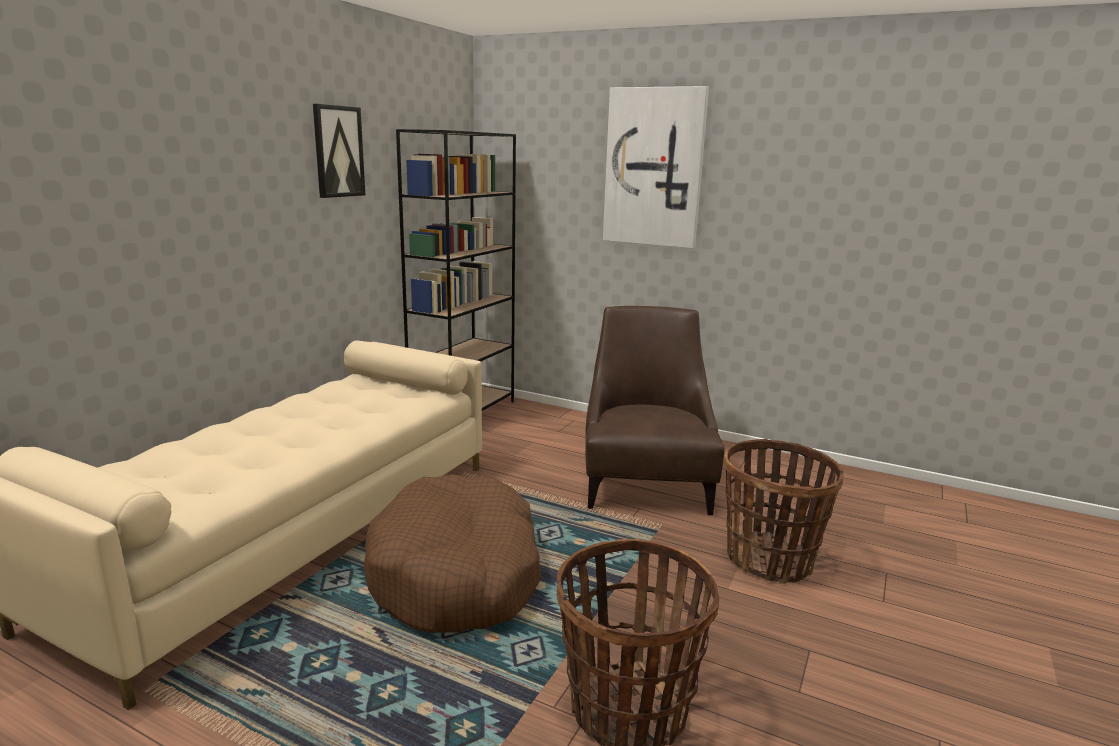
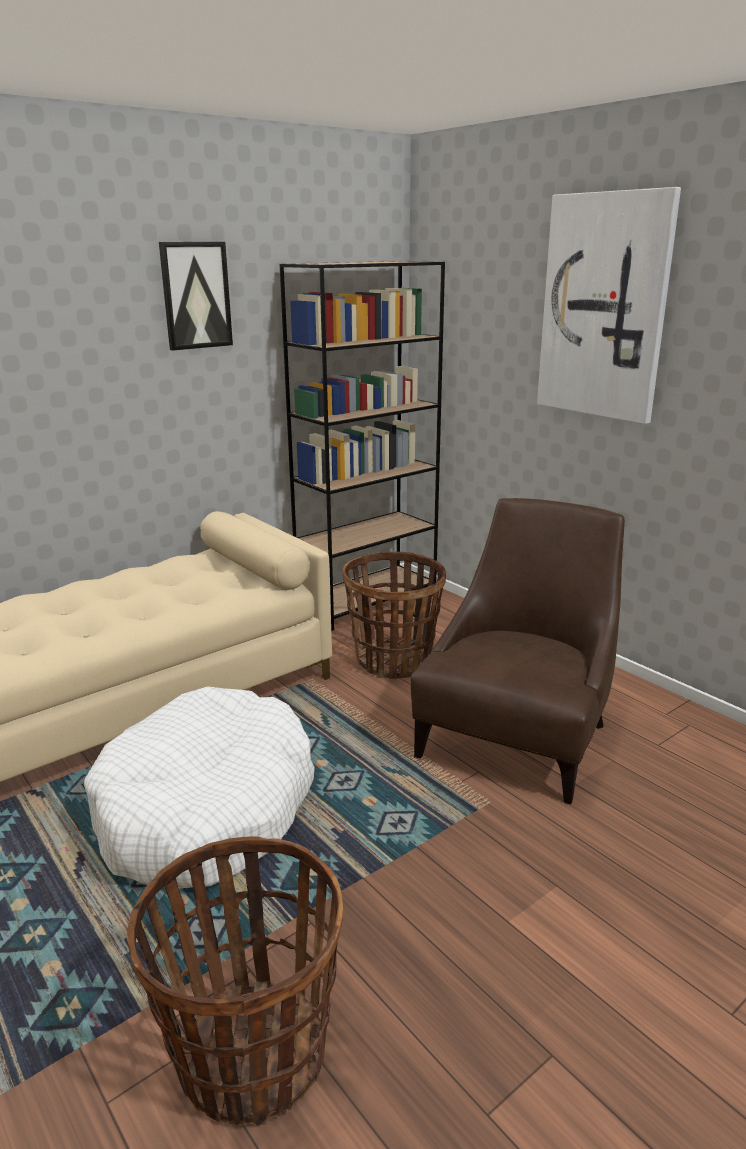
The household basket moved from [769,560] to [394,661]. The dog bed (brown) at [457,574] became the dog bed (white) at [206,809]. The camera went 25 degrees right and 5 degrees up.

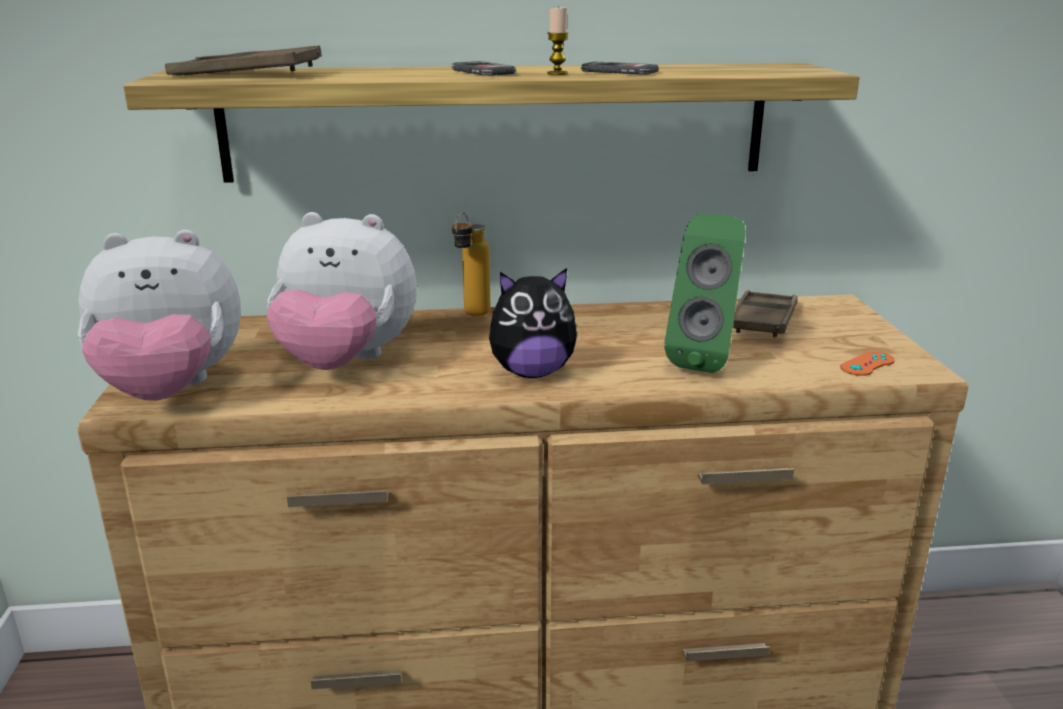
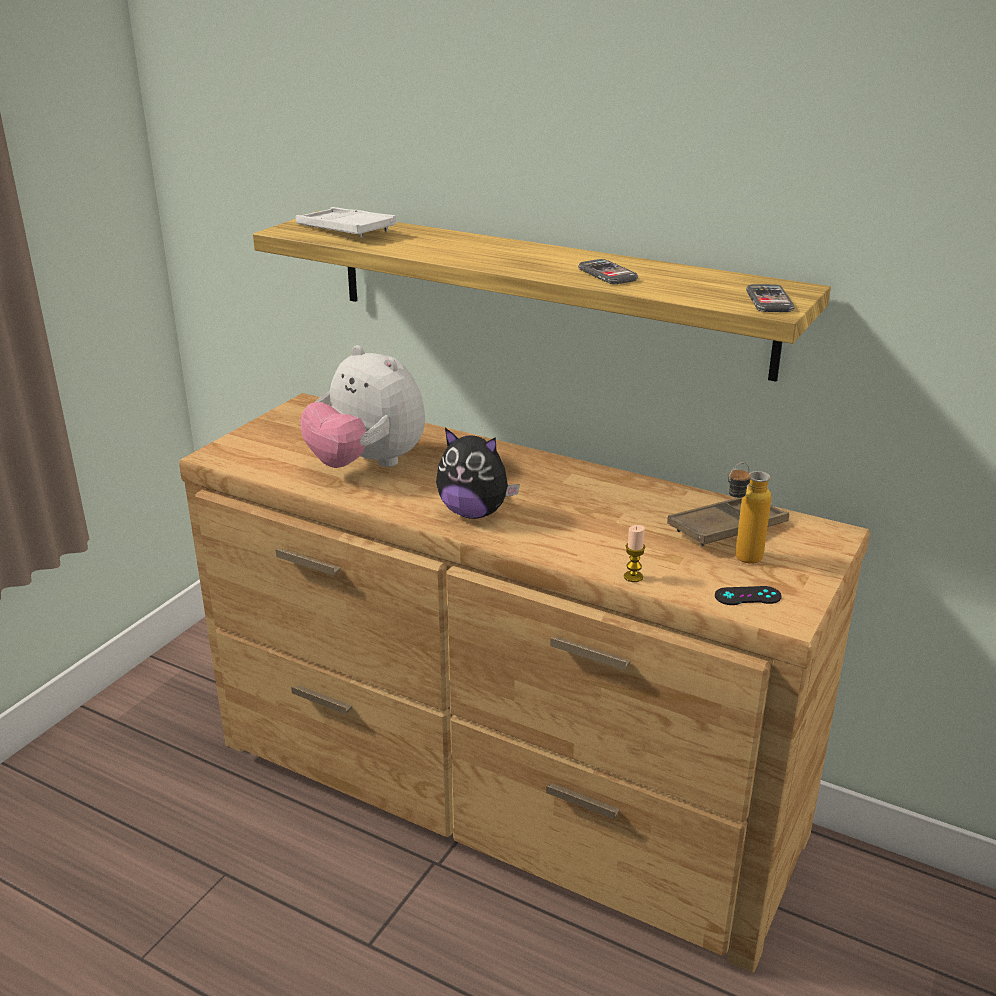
The wax light moved from [557,73] to [633,577]. The tray (brown) at [246,74] became the tray (white) at [345,230]. The phone moved from [483,72] to [769,301]. The beverage bottle moved from [471,315] to [739,560]. The speaker (greenish) at [705,360] disappeared. The cuddly toy at [171,391] disappeared. The gamepad (orange-coloured) at [867,364] became the gamepad (blackish) at [747,596]. The camera went 35 degrees right and 5 degrees up.

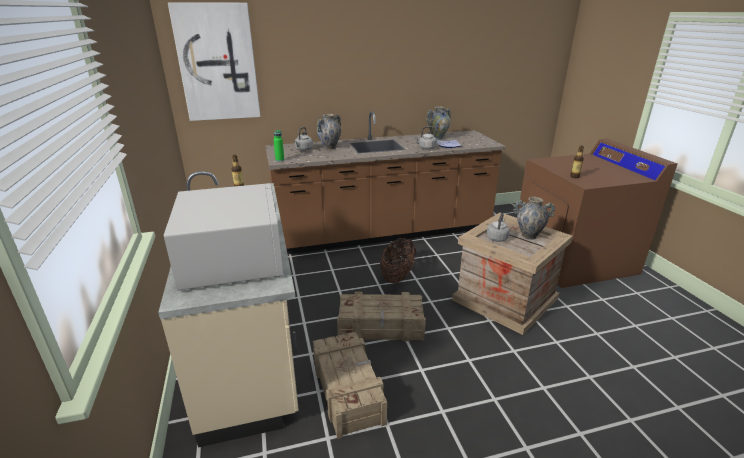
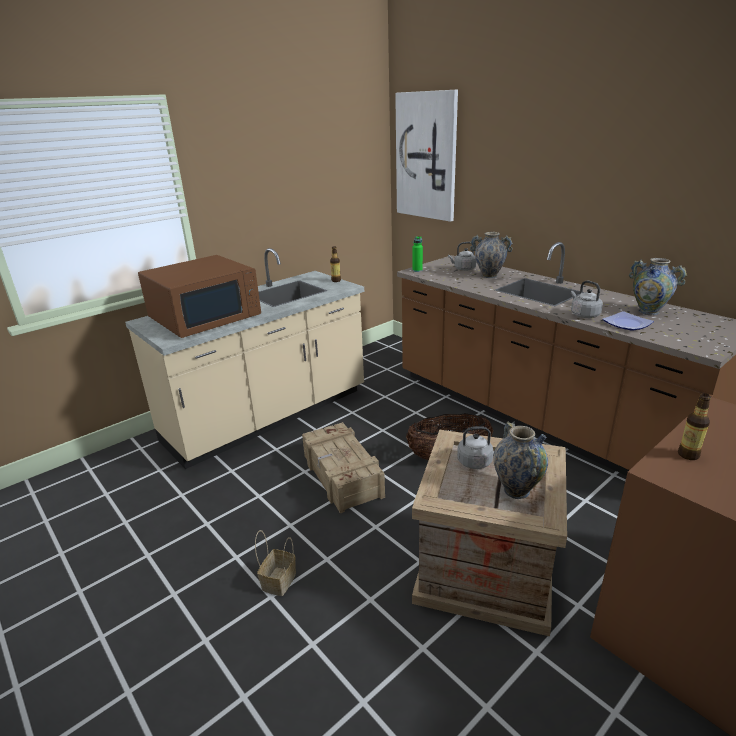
The microwave (white) at [233,257] became the microwave (brown) at [206,316]. The crate at [348,390] disappeared. The household basket at [279,582] appeared. The camera went 65 degrees right and 0 degrees up.

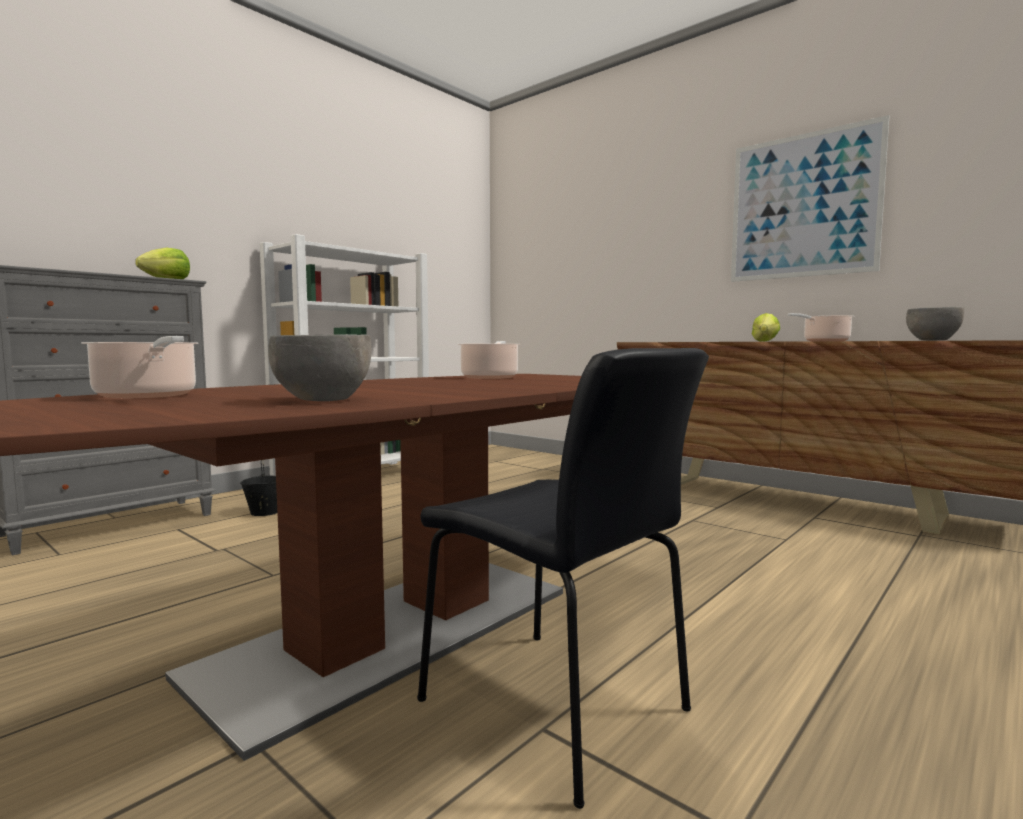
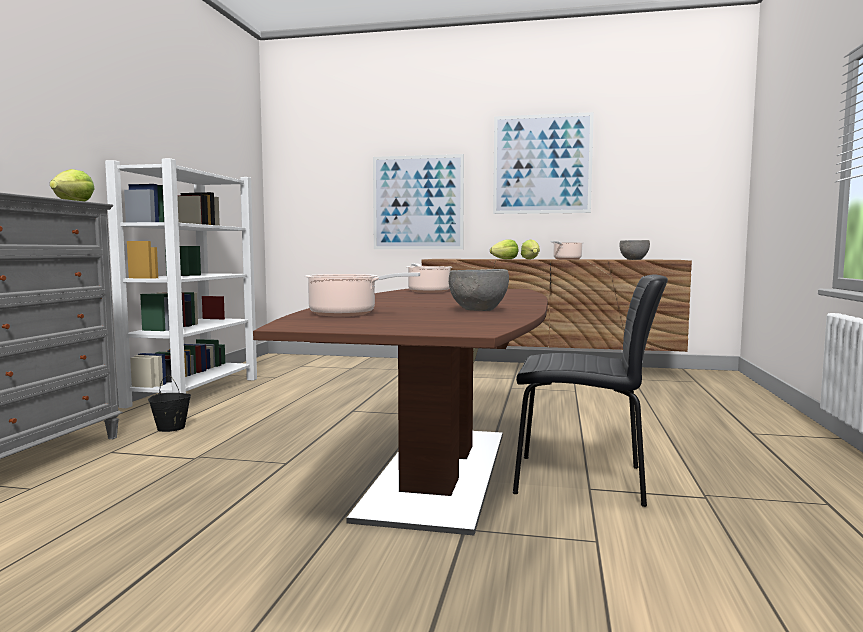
The picture at [418,202] appeared. The head of lettuce at [505,259] appeared. The camera went 30 degrees left and 0 degrees up.

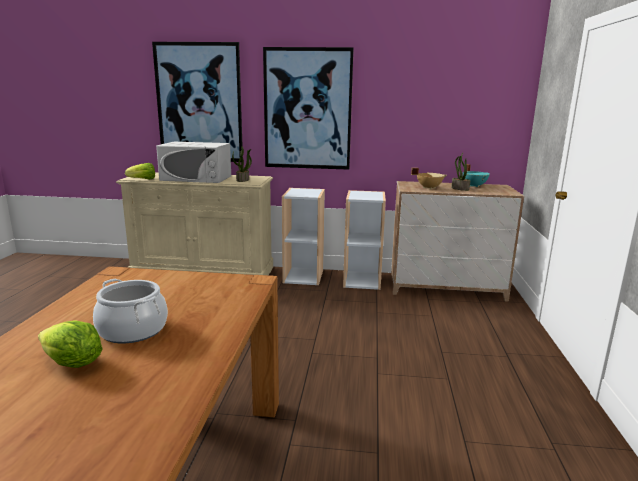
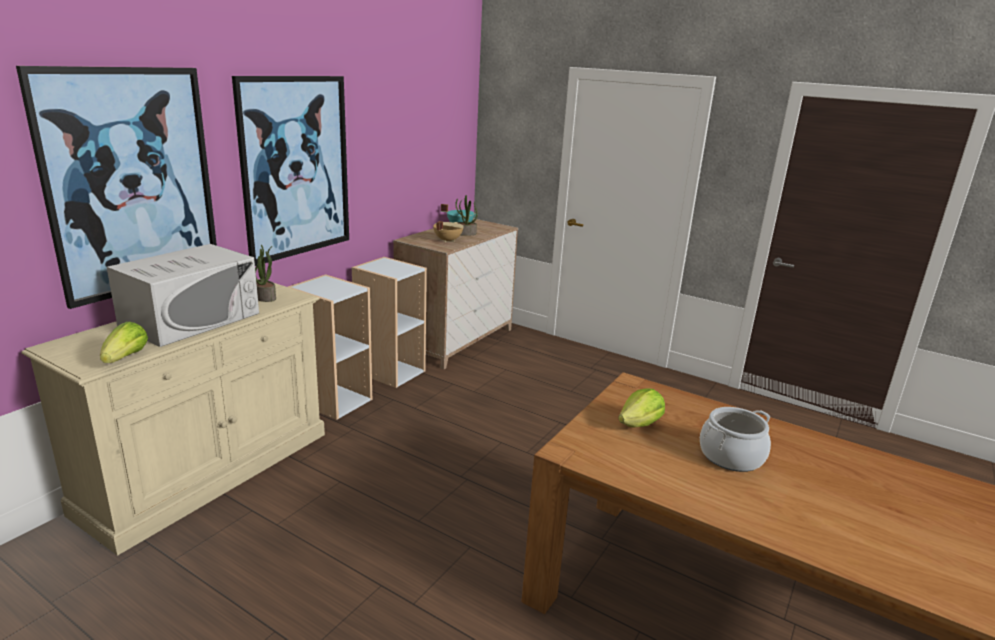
The head of lettuce moved from [73,364] to [640,424]. The camera went 65 degrees left and 5 degrees up.

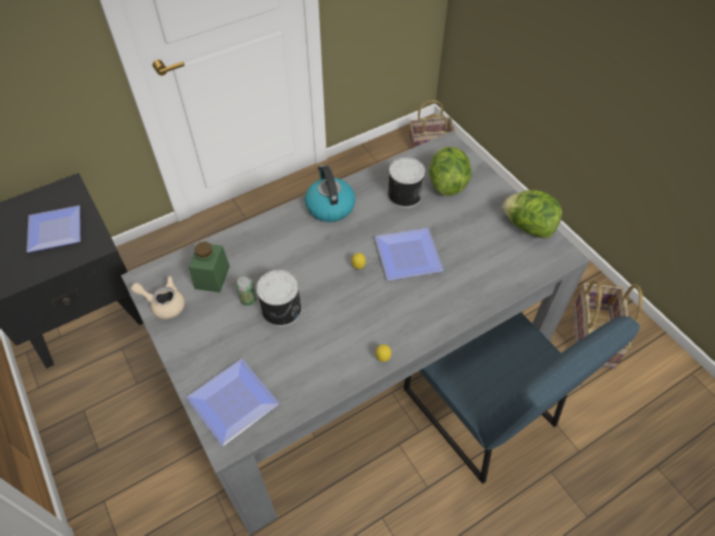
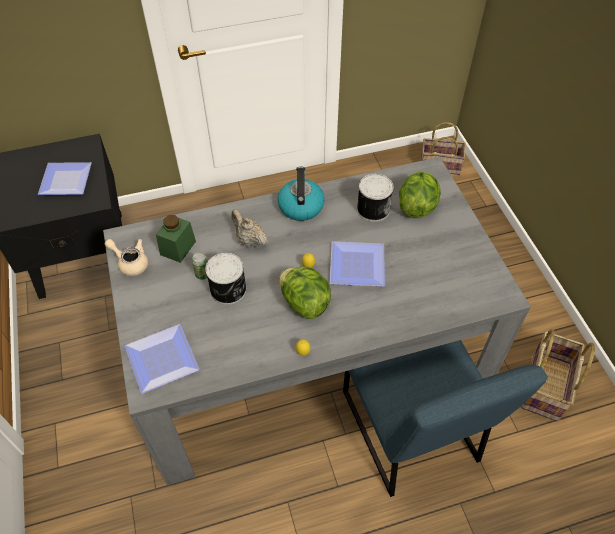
The head of lettuce moved from [528,227] to [304,302]. The pot for tea (beige-coloured) at [249,240] appeared. The camera went 15 degrees right and 0 degrees up.

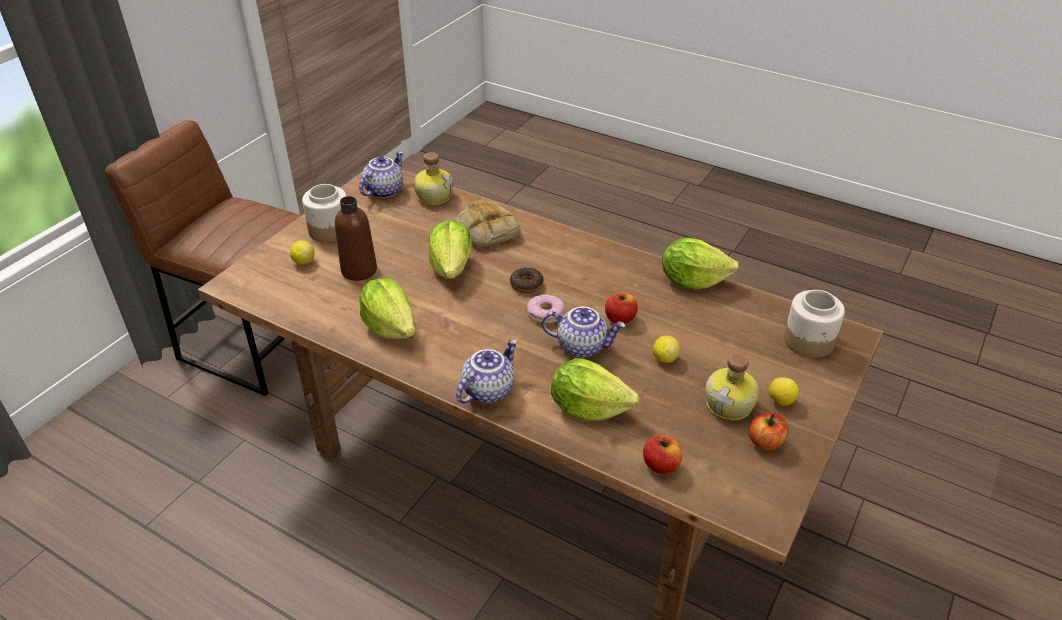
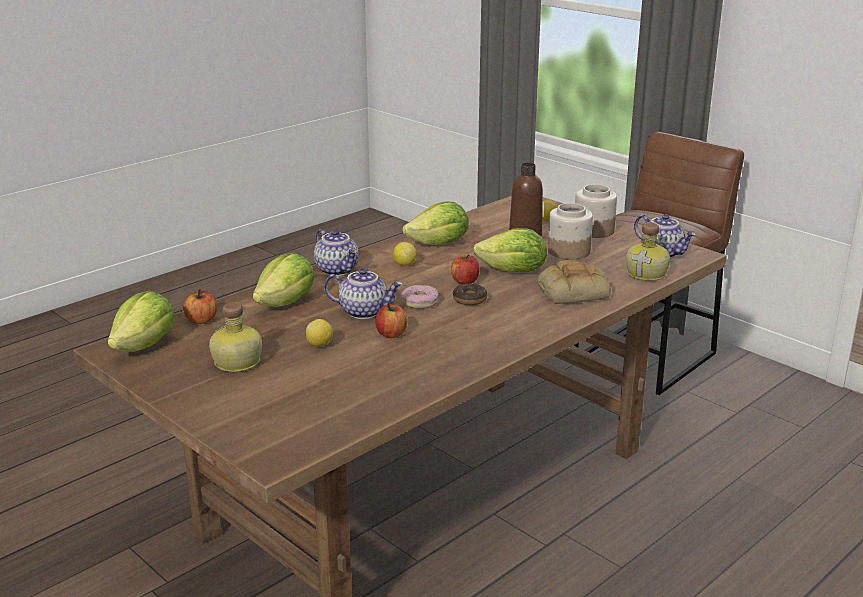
The head of lettuce moved from [692,281] to [145,346]. The storage jar moved from [809,341] to [568,251]. The pot for tea at [582,346] turned 105 degrees counterclockwise. The lemon moved from [780,401] to [404,264]. The apple moved from [765,442] to [465,281]. The camera went 105 degrees right and 15 degrees down.

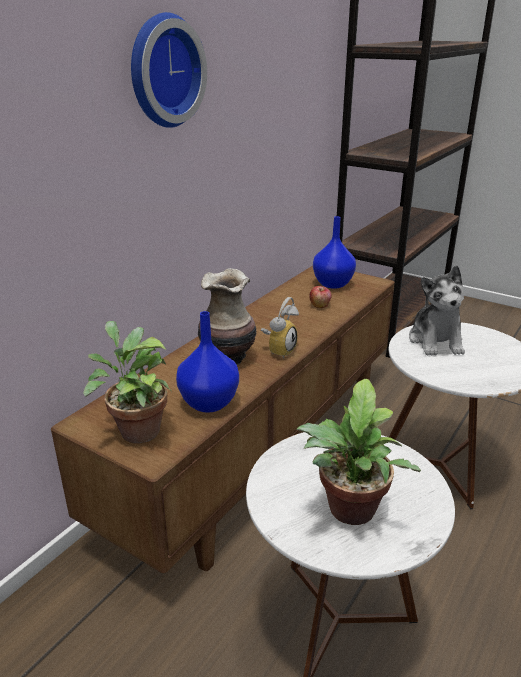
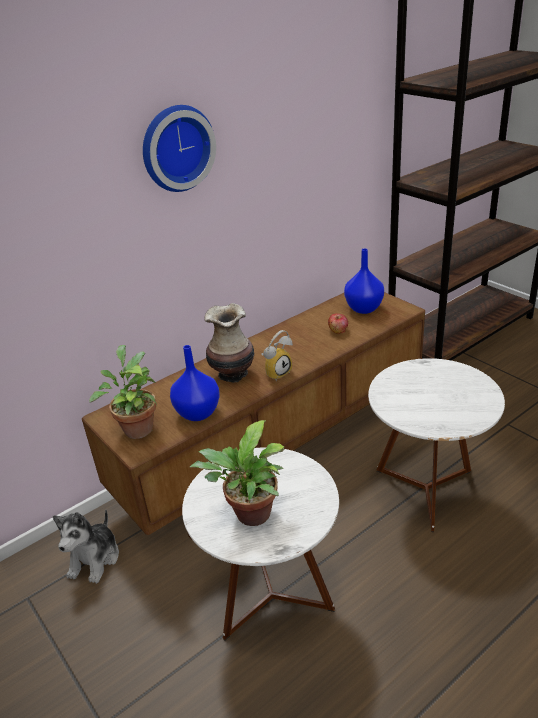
The cuddly toy moved from [436,341] to [95,559]. The camera went 20 degrees right and 5 degrees up.

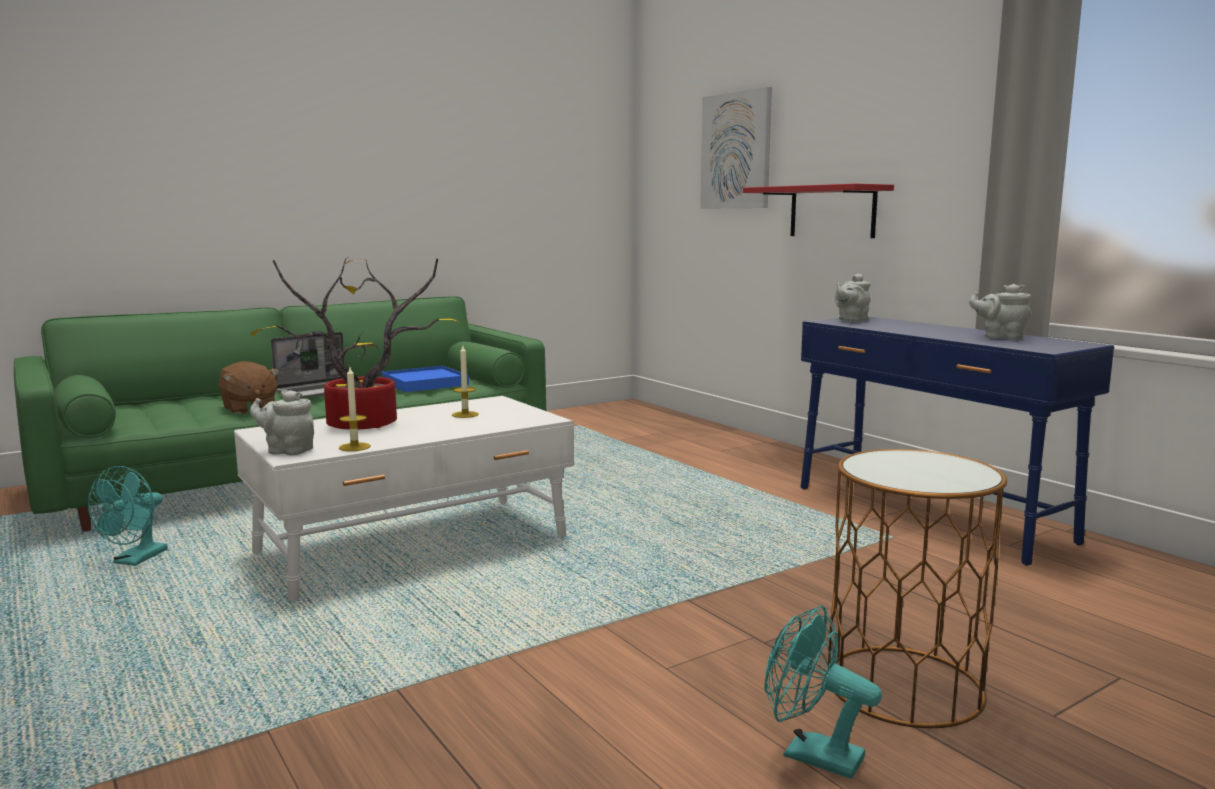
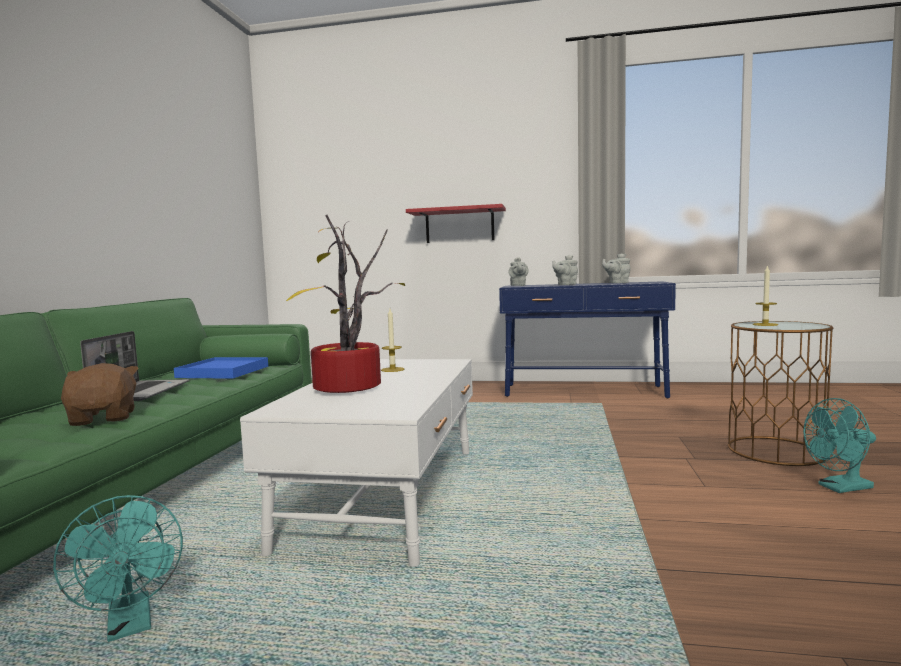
The picture at [736,151] disappeared. The cuddly toy (brown) at [249,408] turned 120 degrees counterclockwise. The wax light moved from [354,447] to [765,324]. The pot for tea (grey) moved from [287,451] to [565,284]. The camera went 45 degrees left and 5 degrees down.

